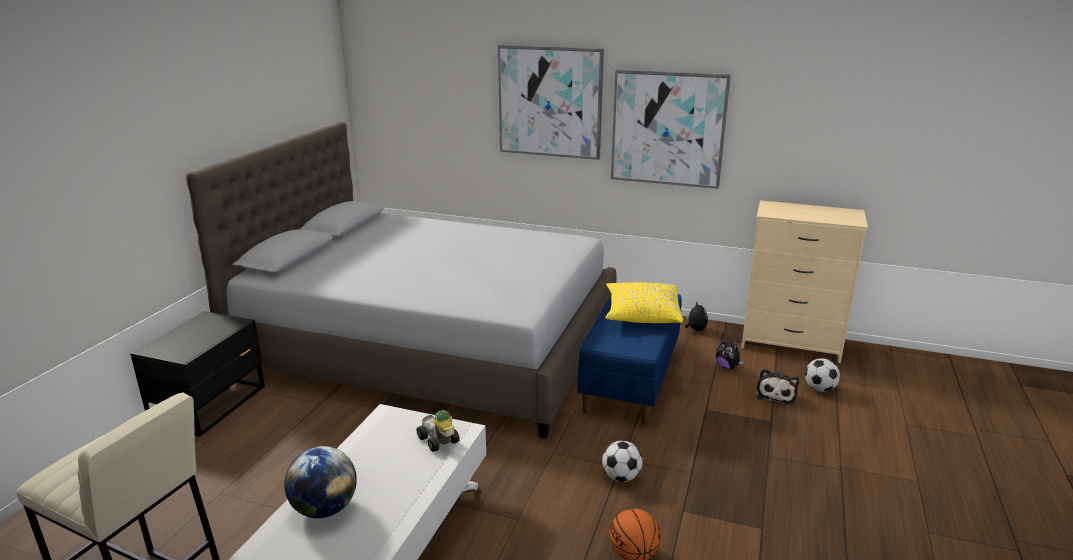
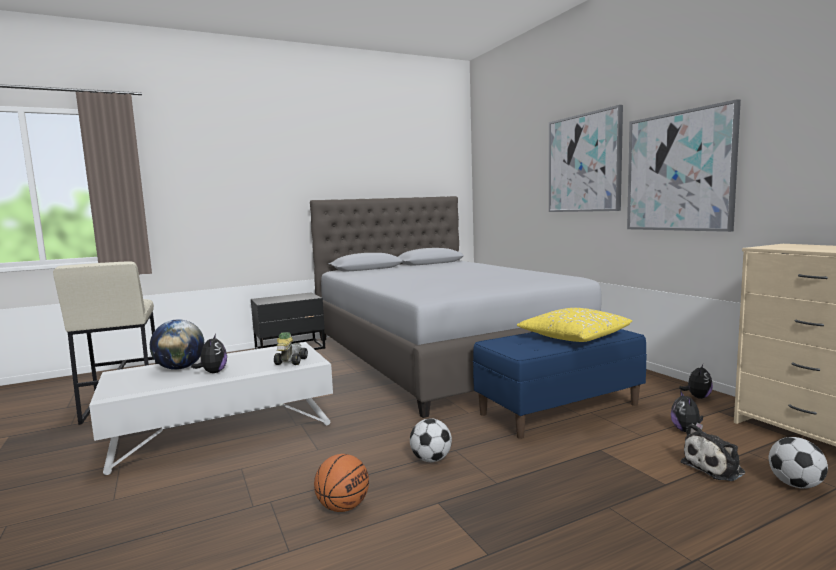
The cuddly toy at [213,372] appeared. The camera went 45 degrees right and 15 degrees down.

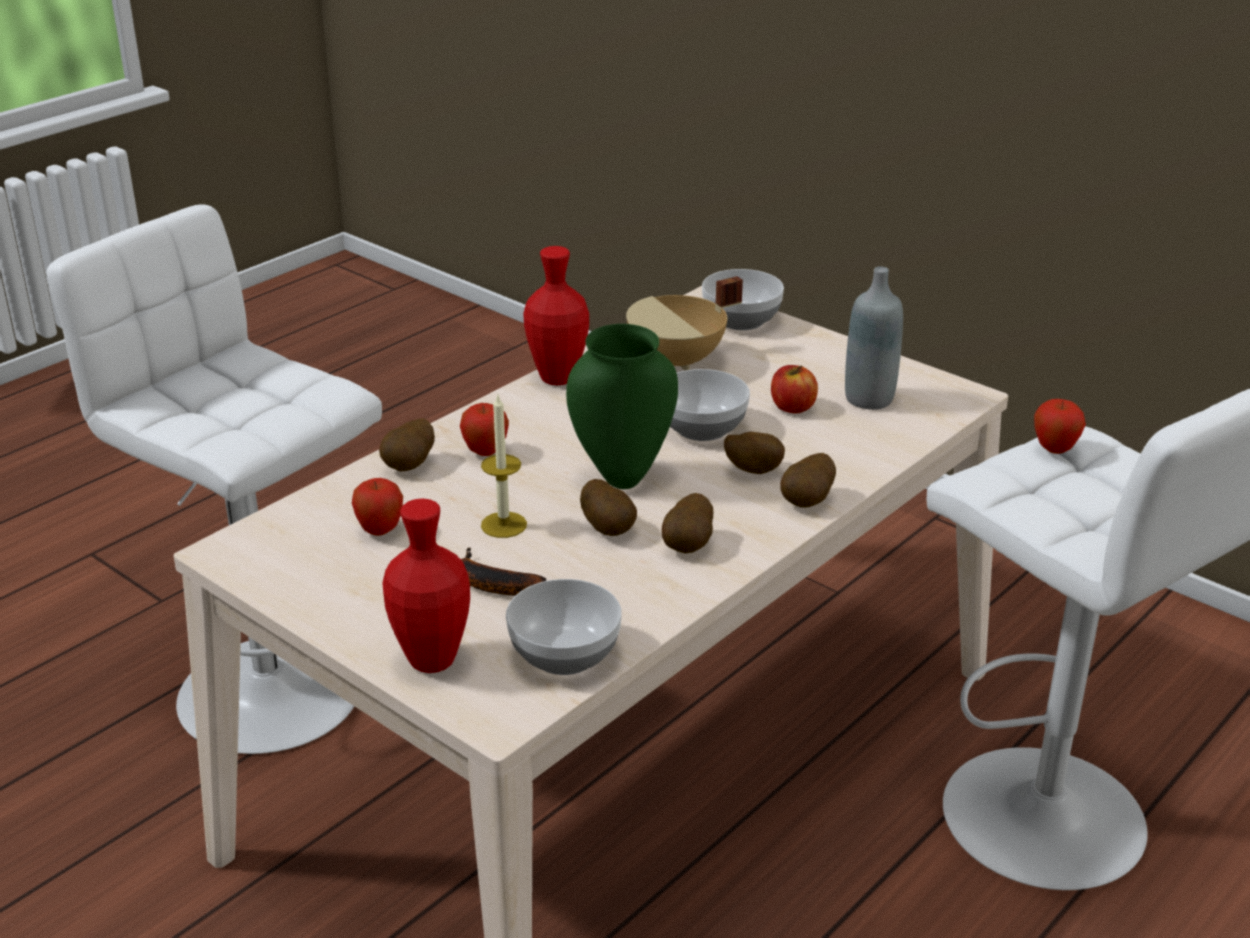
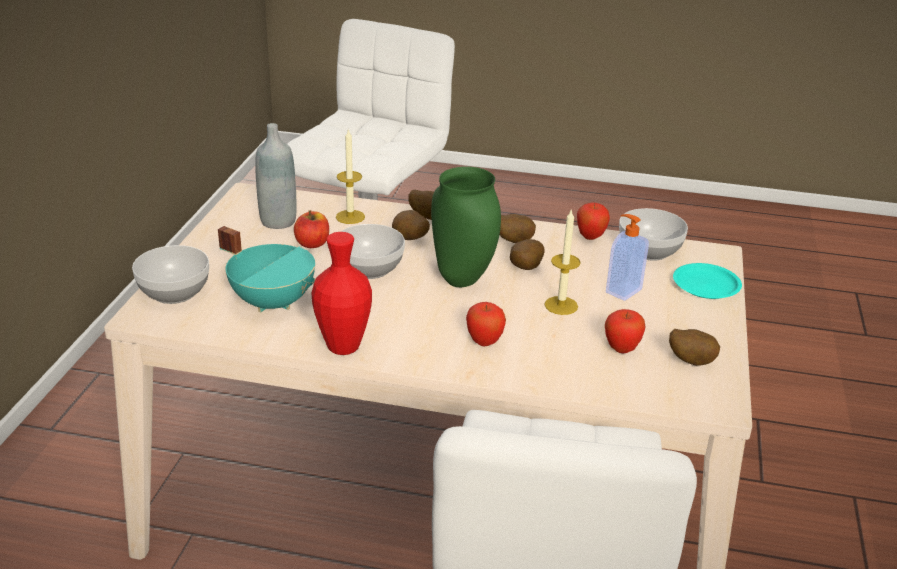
The stockpot (beige-coloured) at [677,362] became the stockpot (turquoise-coloured) at [273,302]. The apple moved from [1054,450] to [590,237]. The potato moved from [410,466] to [690,361]. The flower vase (reddish) at [432,660] was replaced by the plate (turquoise-coloured) at [705,286]. The banana fruit at [490,584] was replaced by the soap bottle at [622,290]. The wax light at [350,217] appeared. The camera went 120 degrees left and 0 degrees up.

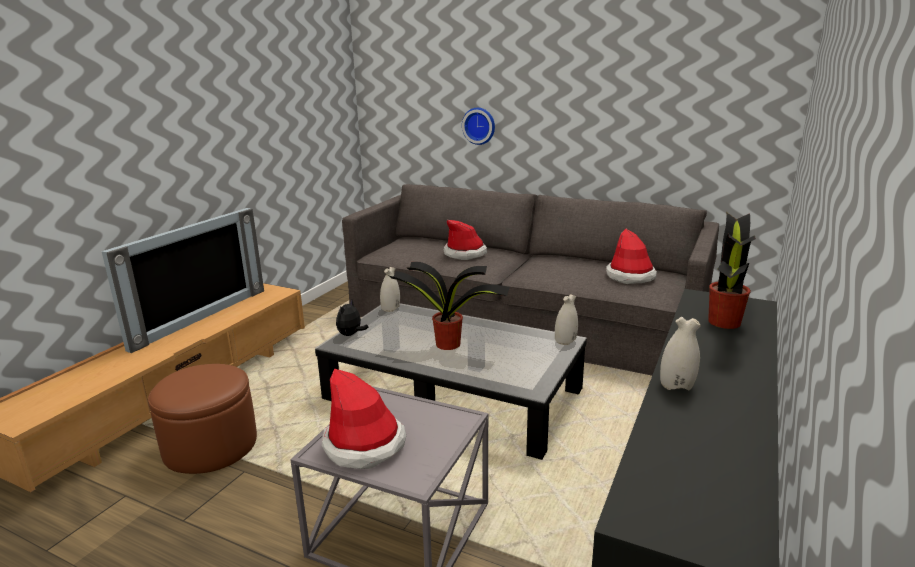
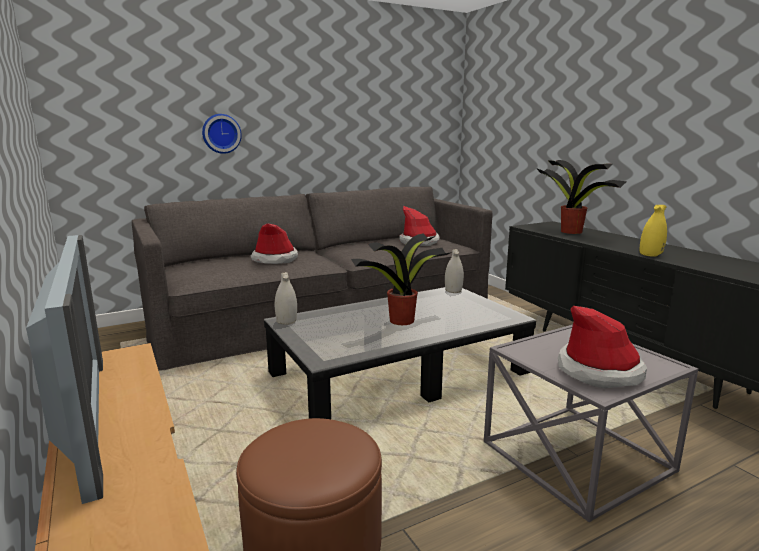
The cuddly toy at [351,335] disappeared. The flower vase (white) at [677,385] became the flower vase (yellowish) at [651,254]. The camera went 55 degrees left and 5 degrees down.

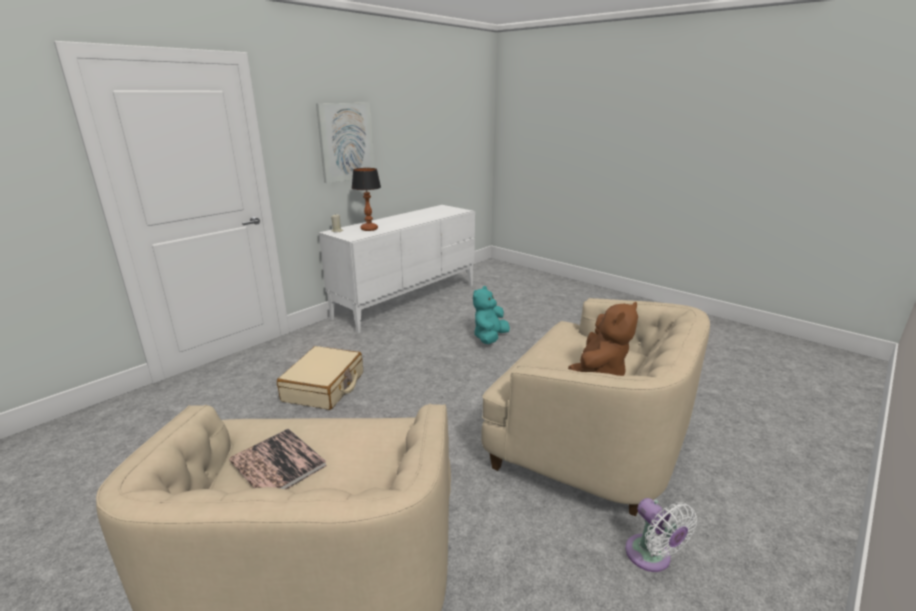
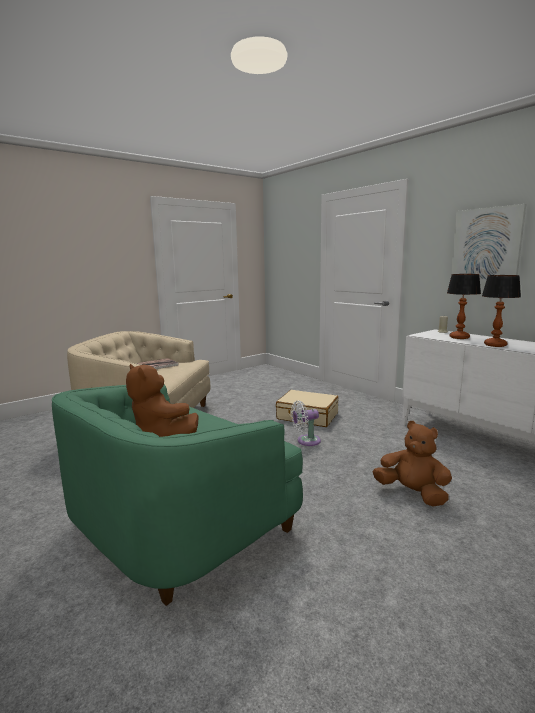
The cuddly toy (turquoise-coloured) at [490,338] became the cuddly toy (brown) at [412,493]. The lounge chair (beige-coloured) at [590,443] became the lounge chair (greenish) at [179,525]. The cooling fan (white) moved from [651,557] to [306,441]. The lamp for a table at [495,345] appeared. The camera went 100 degrees right and 10 degrees down.

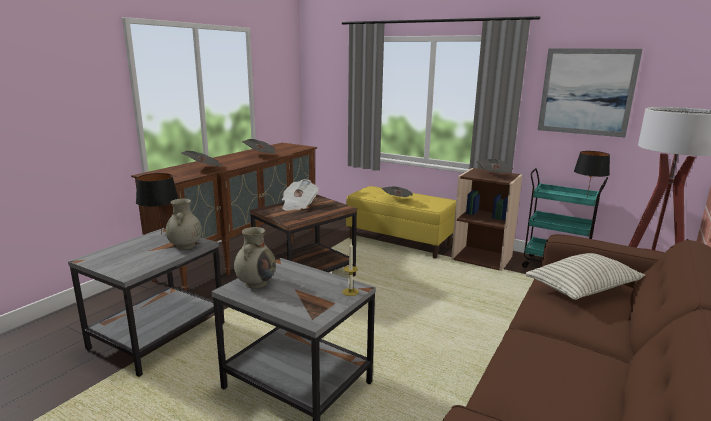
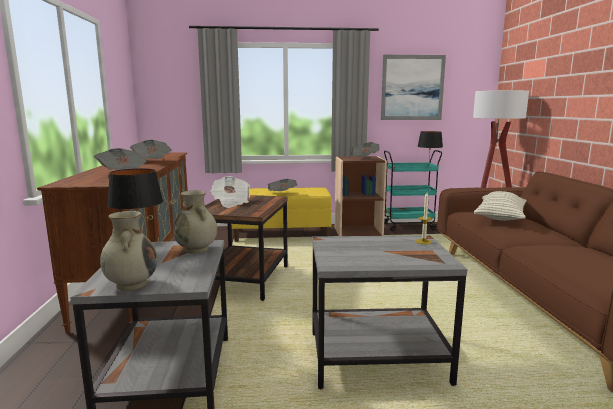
The flower vase (beige-coloured) moved from [256,283] to [131,284]. The camera went 35 degrees left and 5 degrees down.

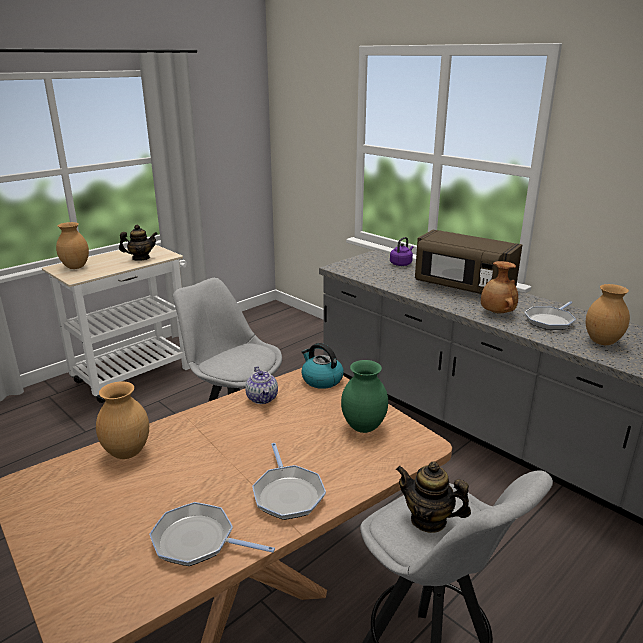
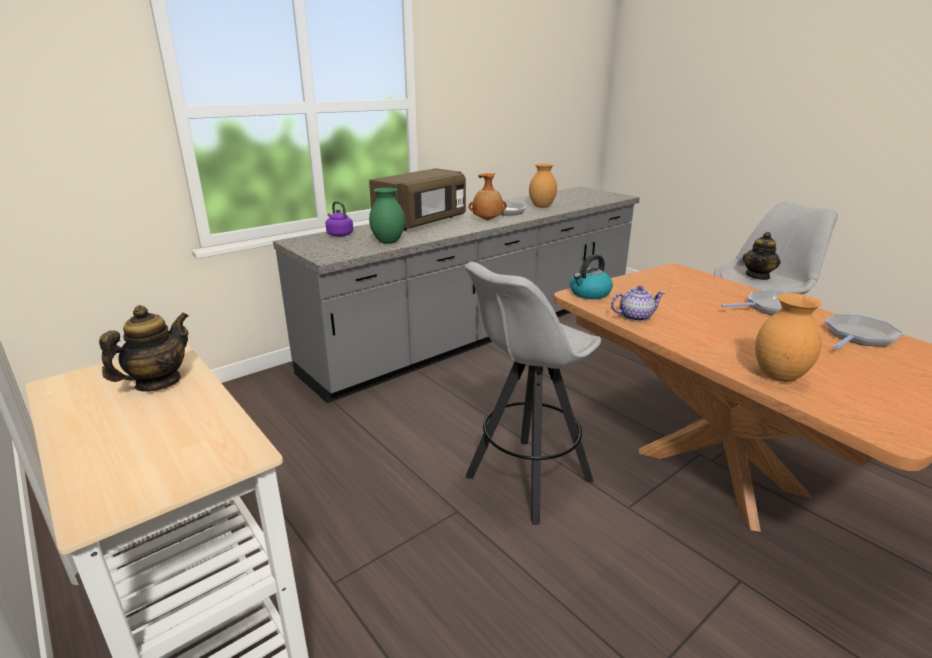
The flower vase (brown) at [75,267] disappeared. The pot for tea at [141,258] turned 45 degrees clockwise. The flower vase (greenish) moved from [364,427] to [388,242]. The skillet at [198,541] turned 150 degrees counterclockwise. The camera went 85 degrees left and 0 degrees up.

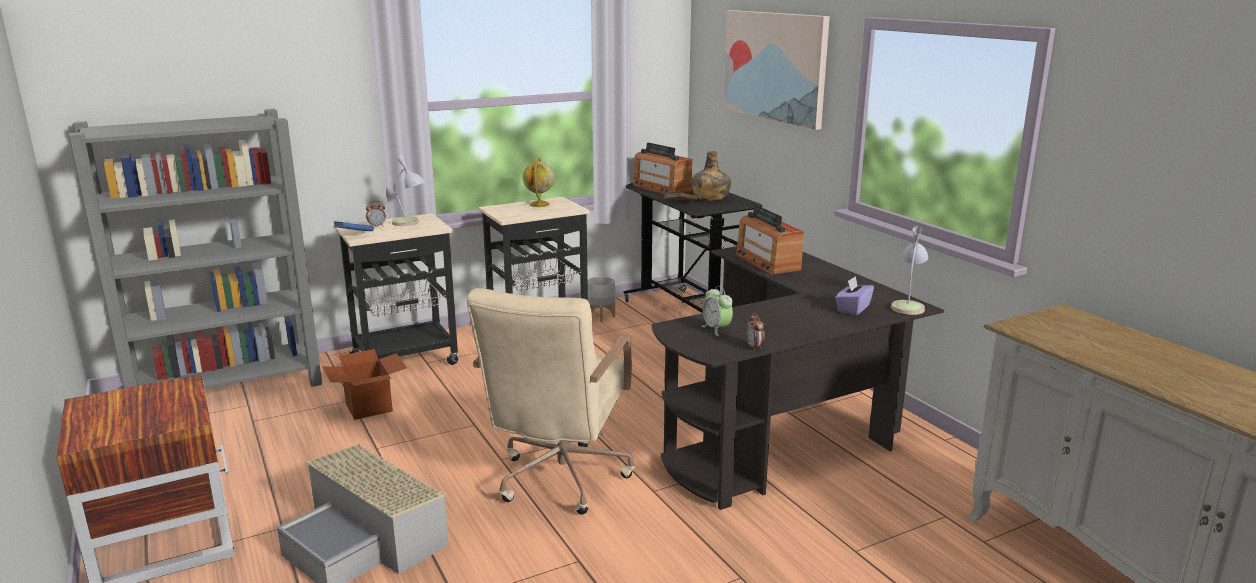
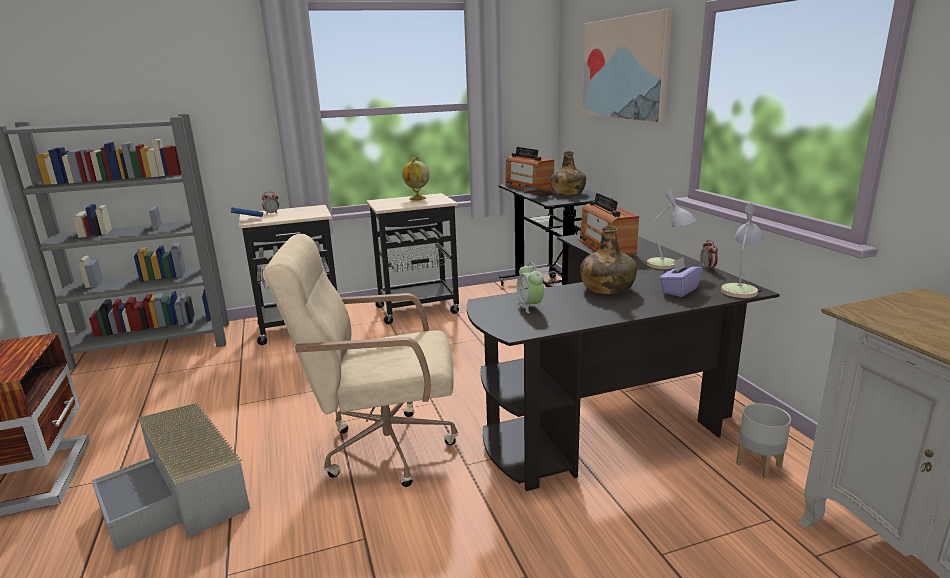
The lamp for a table moved from [410,223] to [668,265]. The flower pot (grey) moved from [601,316] to [758,464]. The desk chair (beige-coloured) at [560,483] turned 60 degrees clockwise. The bedside clock moved from [754,347] to [707,268]. The carton at [368,407] disappeared. The beverage bottle (greenish) at [607,289] appeared. The camera went 10 degrees right and 0 degrees up.

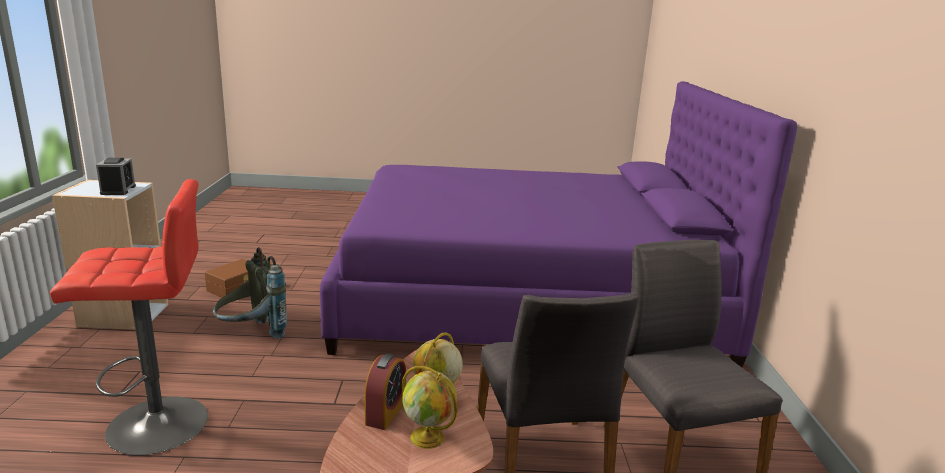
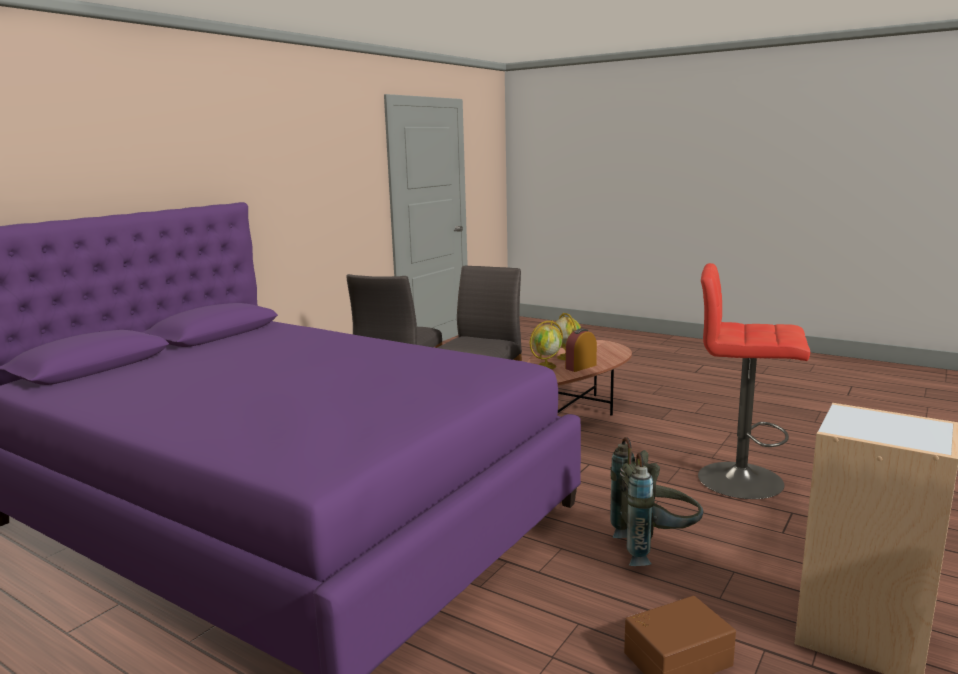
The bedside clock at [118,190] disappeared. The camera went 145 degrees left and 5 degrees down.

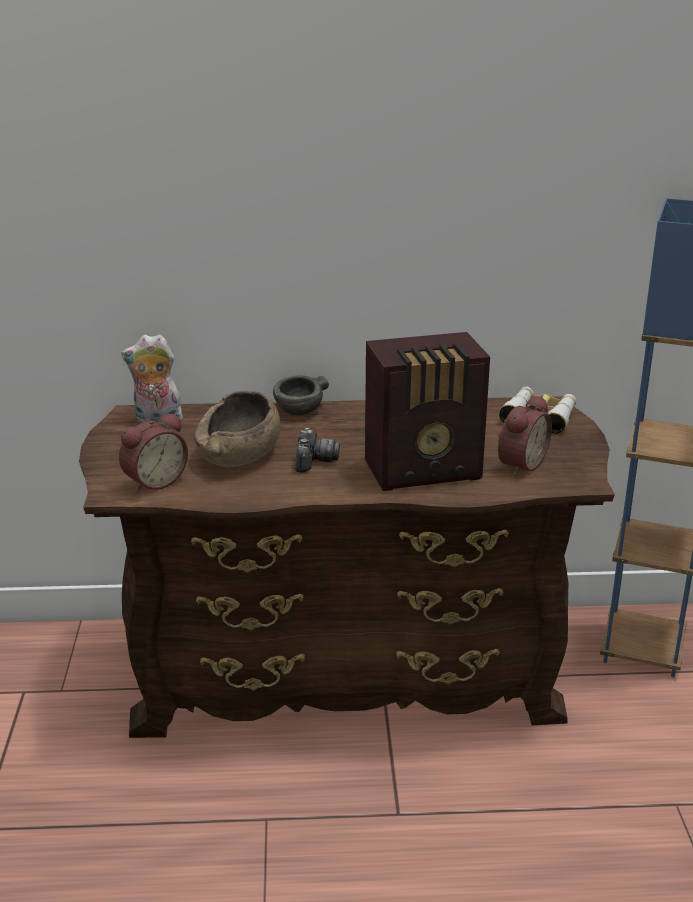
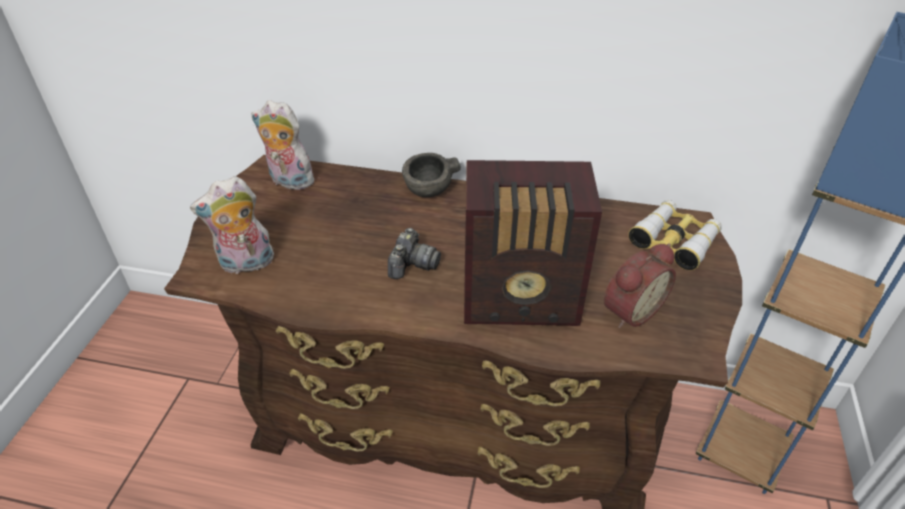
The deep dish (brown) at [240,454] disappeared. The bedside clock at [153,481] was replaced by the cuddly toy at [246,264]. The camera went 15 degrees right and 15 degrees up.

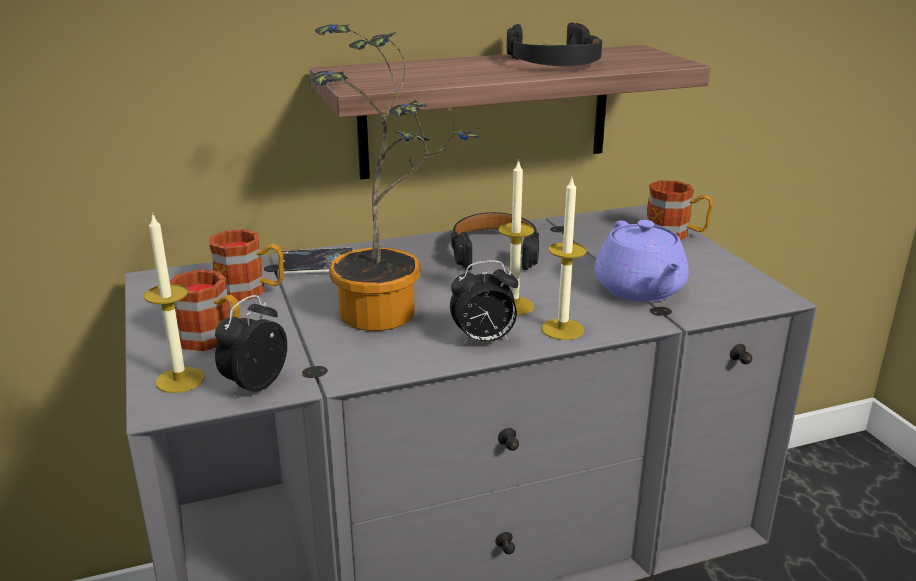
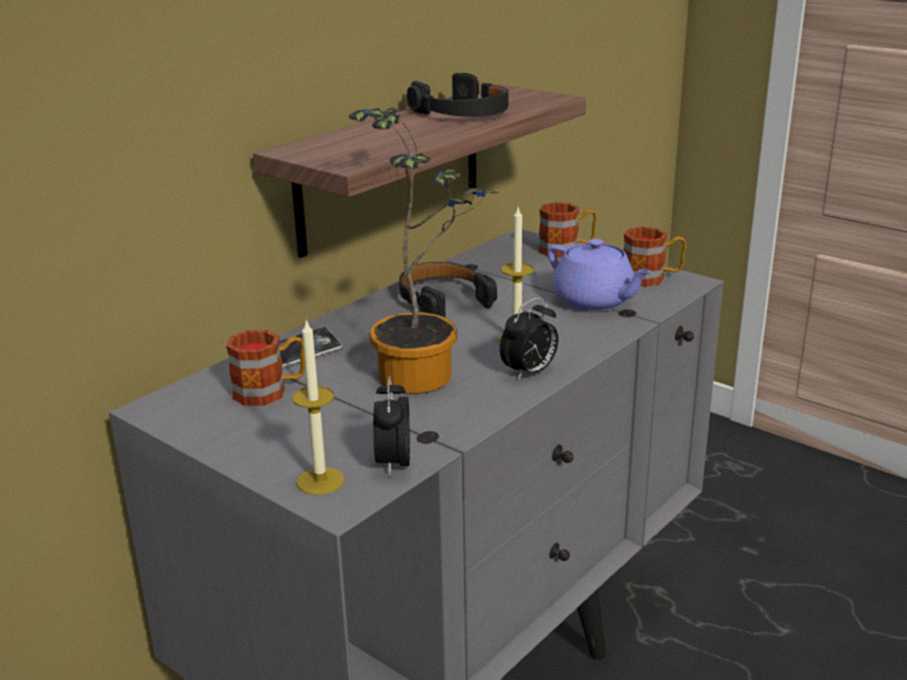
The wax light at [562,329] disappeared. The tea mug moved from [213,340] to [652,278]. The camera went 30 degrees left and 0 degrees up.

